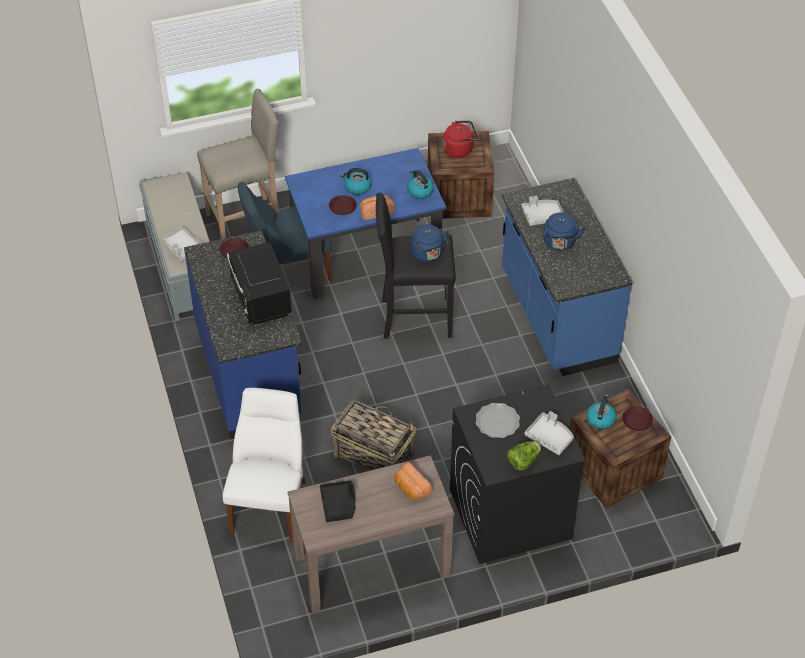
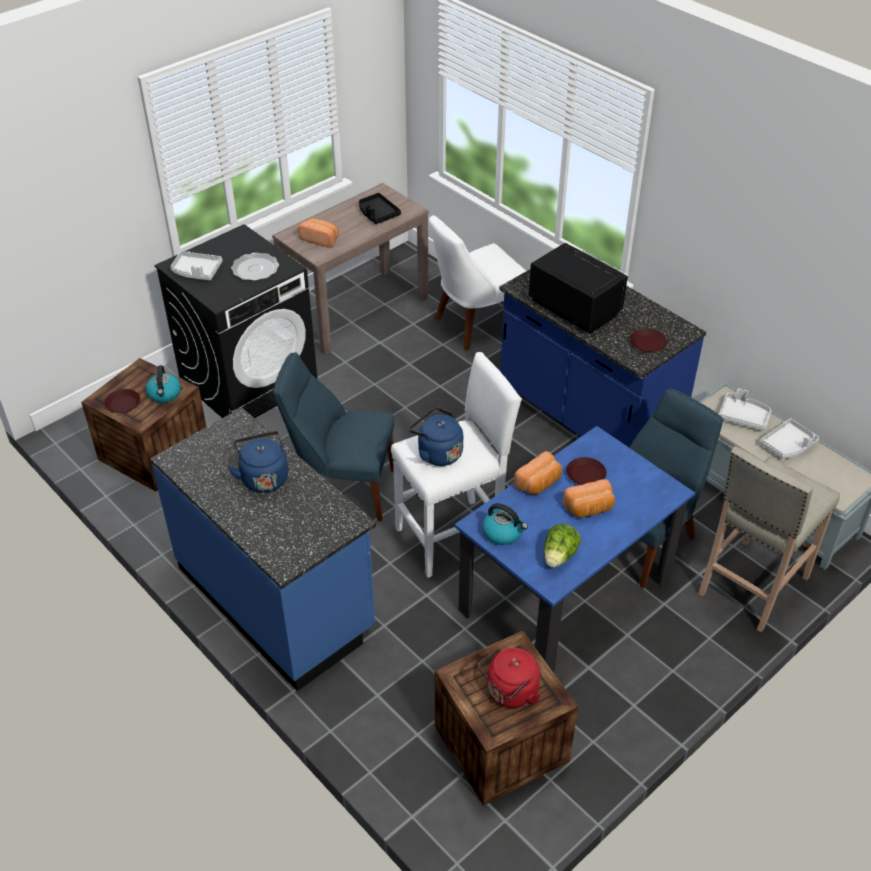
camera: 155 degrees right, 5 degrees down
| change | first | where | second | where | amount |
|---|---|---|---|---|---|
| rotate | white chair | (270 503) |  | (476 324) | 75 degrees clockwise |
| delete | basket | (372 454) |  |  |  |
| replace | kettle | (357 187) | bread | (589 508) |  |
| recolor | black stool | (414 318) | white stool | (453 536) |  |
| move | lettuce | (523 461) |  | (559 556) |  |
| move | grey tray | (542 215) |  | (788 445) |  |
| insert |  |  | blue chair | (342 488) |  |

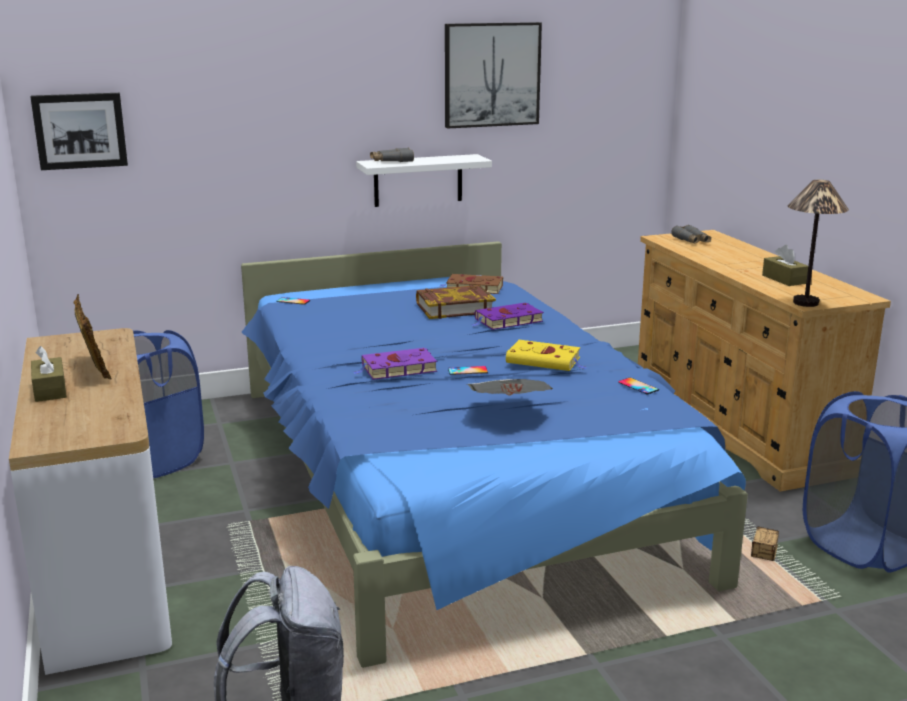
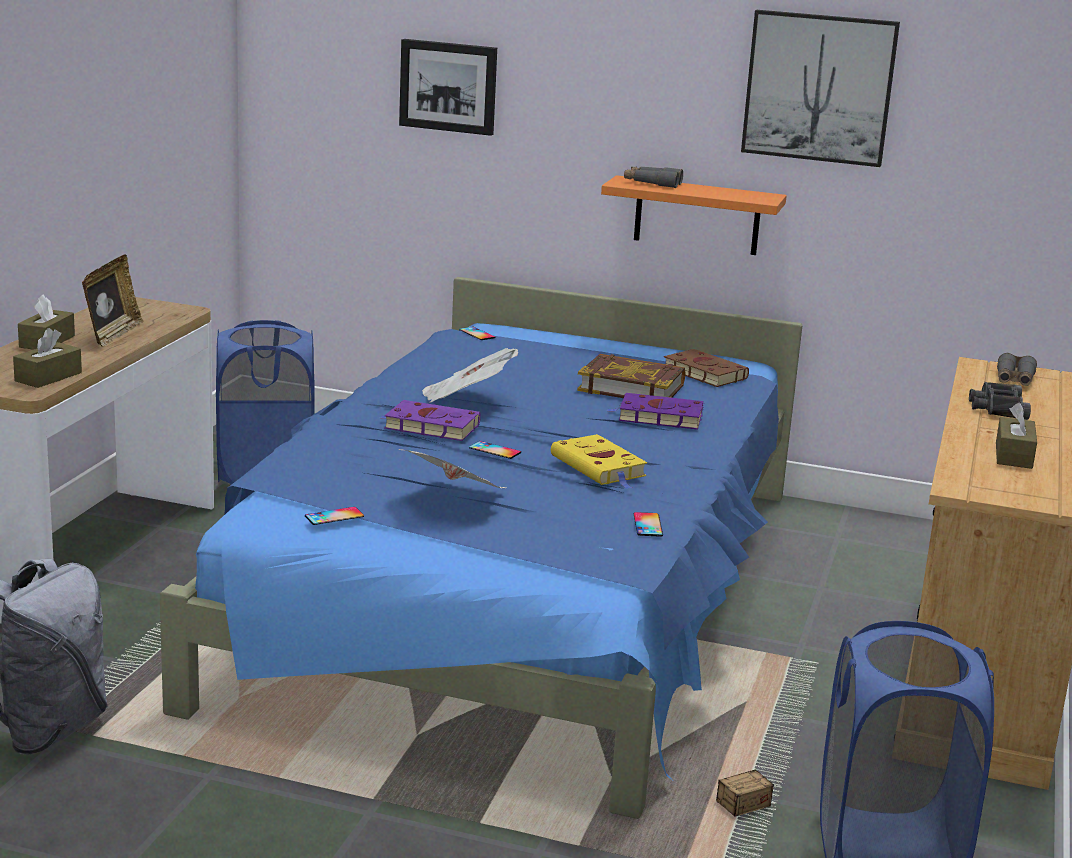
camera: 35 degrees right, 0 degrees up
| change | first | where | second | where | amount |
|---|---|---|---|---|---|
| move | picture | (80 130) |  | (448 86) |  |
| recolor | white shelf | (418 180) | orange shelf | (697 216) |  |
| delete | table lamp | (806 303) |  |  |  |
| insert |  |  | brown tissue box | (48 377) |  |
| insert |  |  | phone | (334 516) |  |
| insert |  |  | newspaper | (466 399) |  |
| insert |  |  | black binoculars | (997 408) |  |

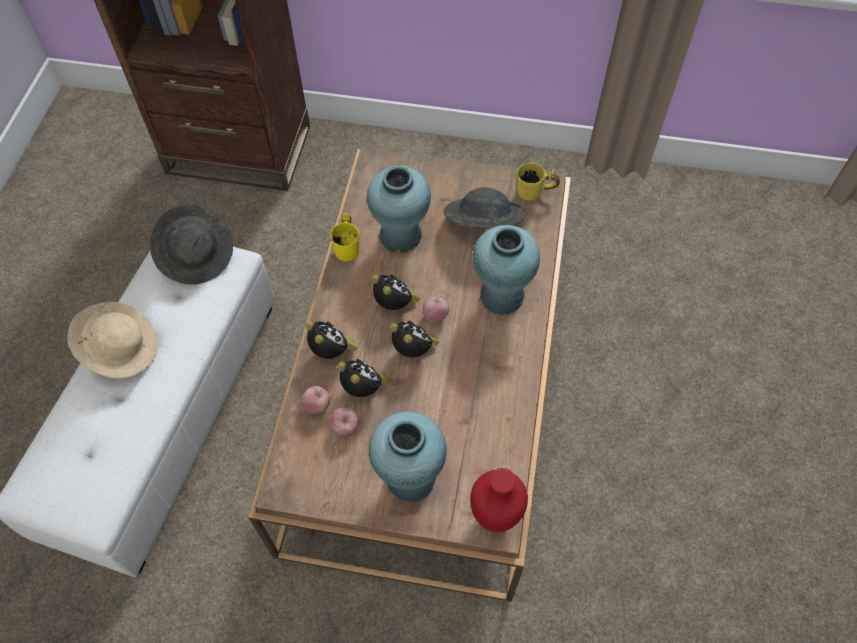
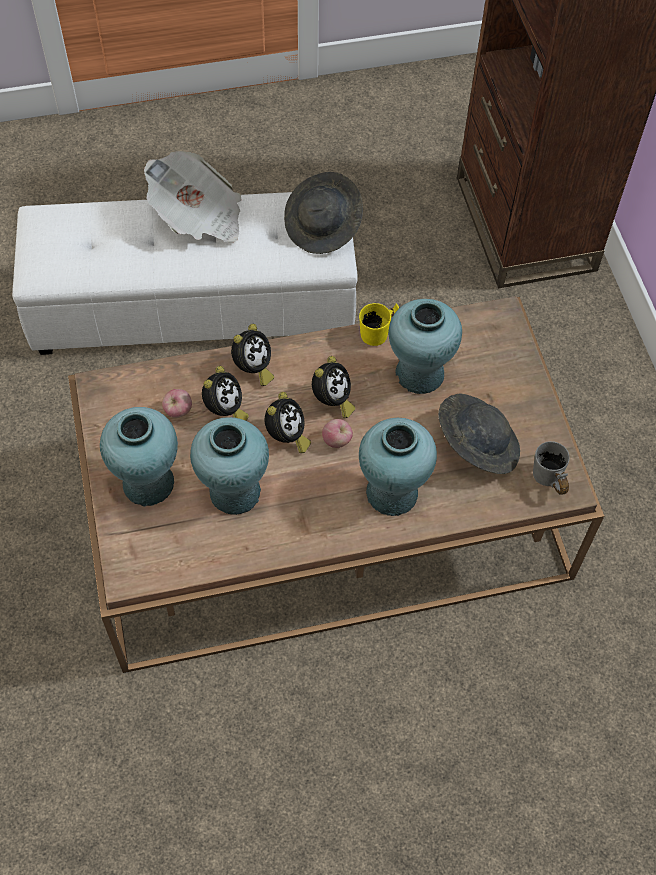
camera: 65 degrees right, 0 degrees up
| change | first | where | second | where | amount |
|---|---|---|---|---|---|
| replace | beige hat | (121 348) | newspaper | (198 217) |  |
| delete | apple | (317 406) |  |  |  |
| delete | red vase | (495 520) |  |  |  |
| recolor | yellow mug | (534 195) | grey mug | (546 482) |  |
| insert |  |  | turquoise vase | (234 492) |  |

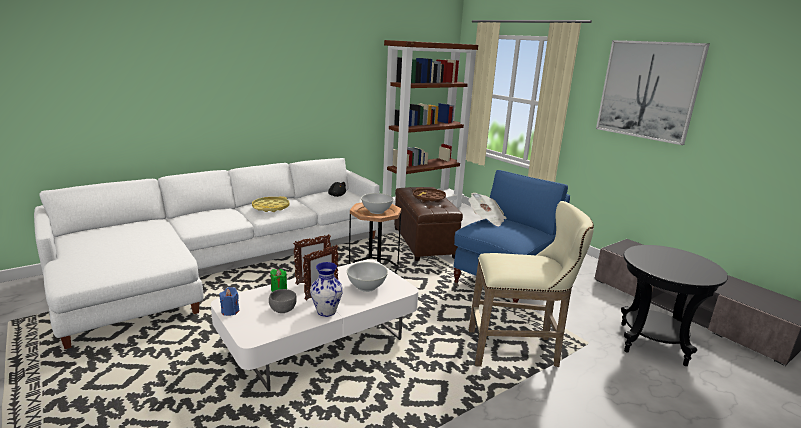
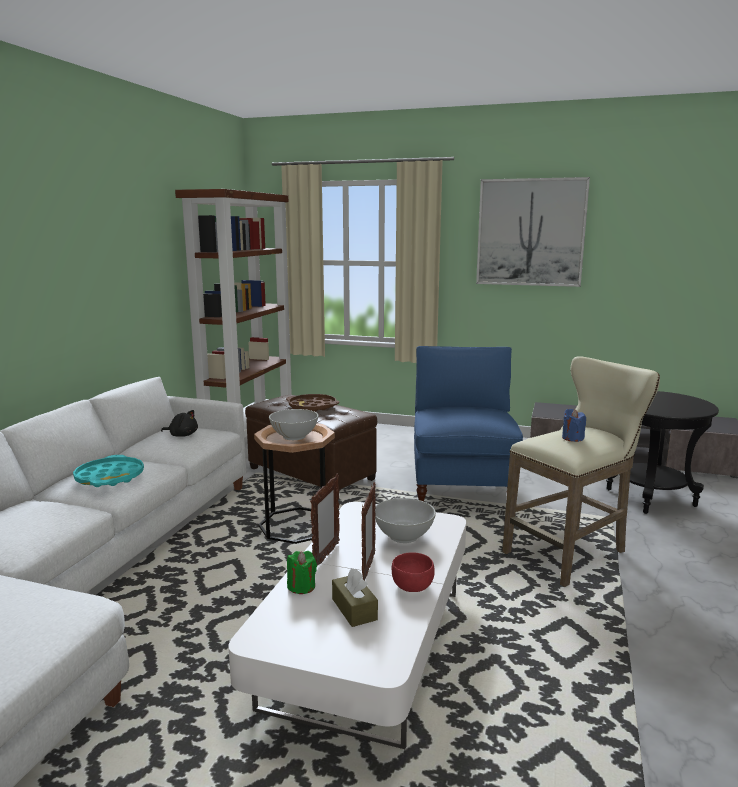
camera: 35 degrees left, 5 degrees down
| change | first | where | second | where | amount |
|---|---|---|---|---|---|
| move | blue candle | (230 311) |  | (572 438) |  |
| recolor | yellow tray | (271 207) | turquoise tray | (110 477) |  |
| replace | grey bowl | (282 309) | brown tissue box | (354 609) |  |
| replace | vase | (326 312) | red bowl | (412 586) |  |
| delete | newspaper | (486 219) |  |  |  |

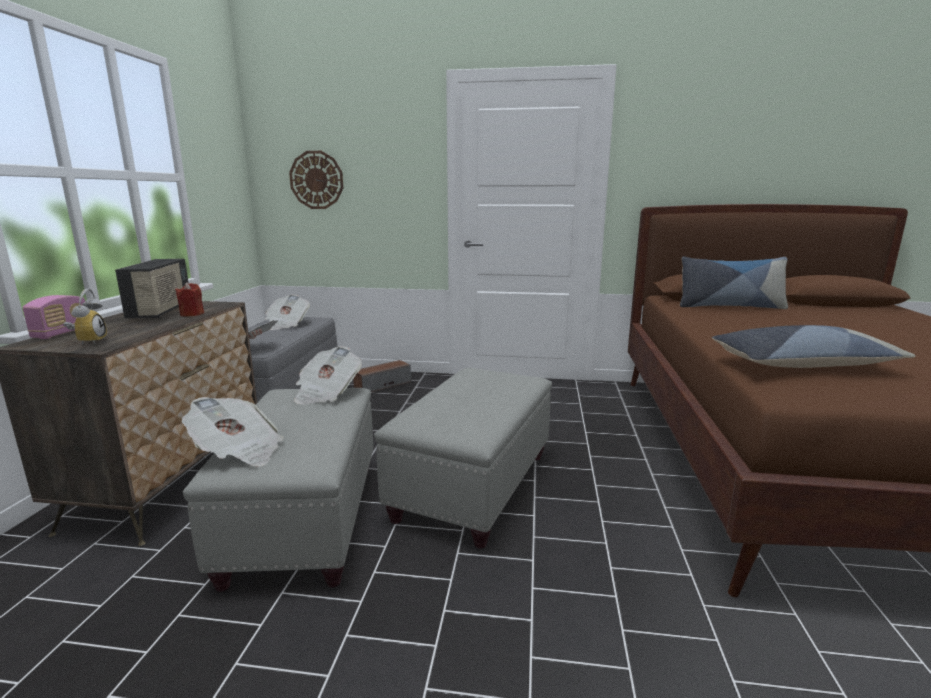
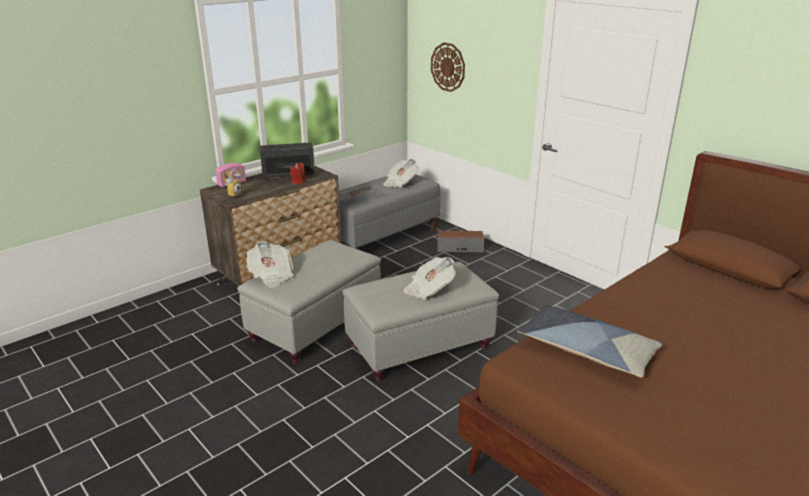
camera: 40 degrees right, 10 degrees up
| change | first | where | second | where | amount |
|---|---|---|---|---|---|
| rotate | radio | (161 311) |  | (289 174) | 135 degrees counterclockwise |
| move | newspaper | (326 393) |  | (429 290) |  |
| delete | pillow | (729 306) |  |  |  |

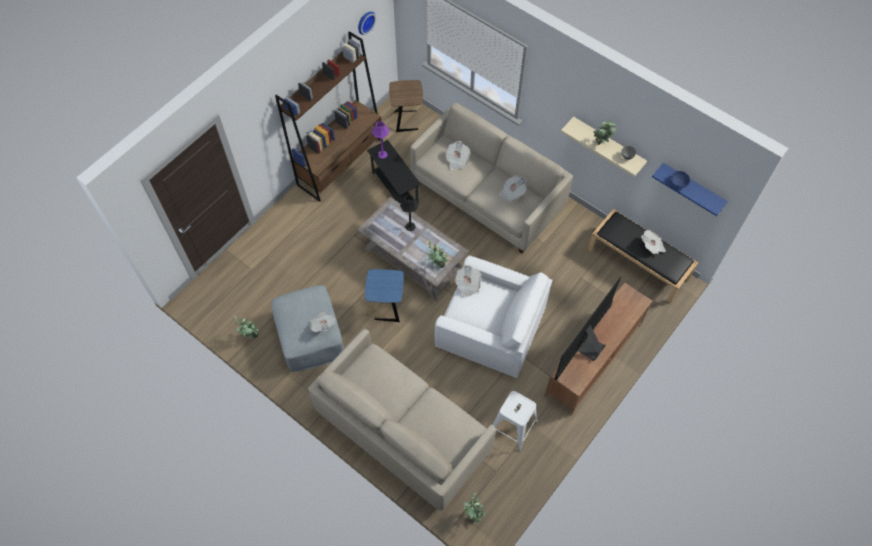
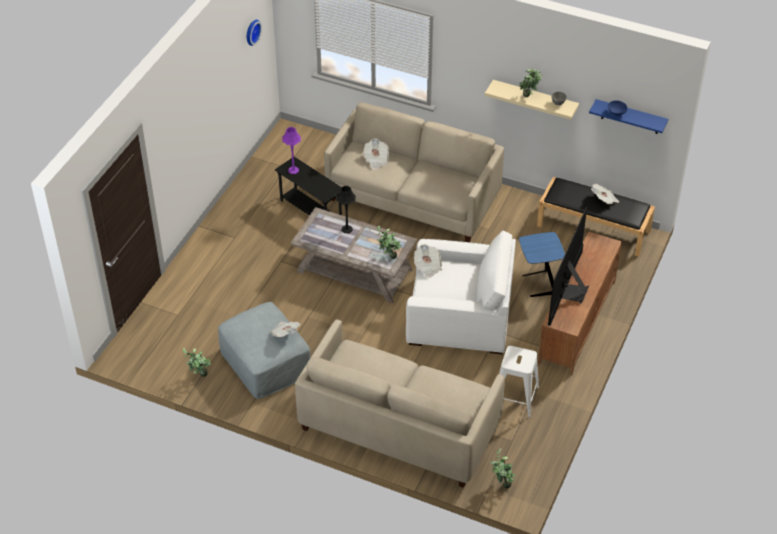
camera: 15 degrees left, 15 degrees down
| change | first | where | second | where | amount |
|---|---|---|---|---|---|
| delete | brown bookcase | (341 162) |  |  |  |
| move | blue side table | (387 308) |  | (538 285) |  |
| delete | brown side table | (407 120) |  |  |  |
| delete | newspaper | (512 193) |  |  |  |

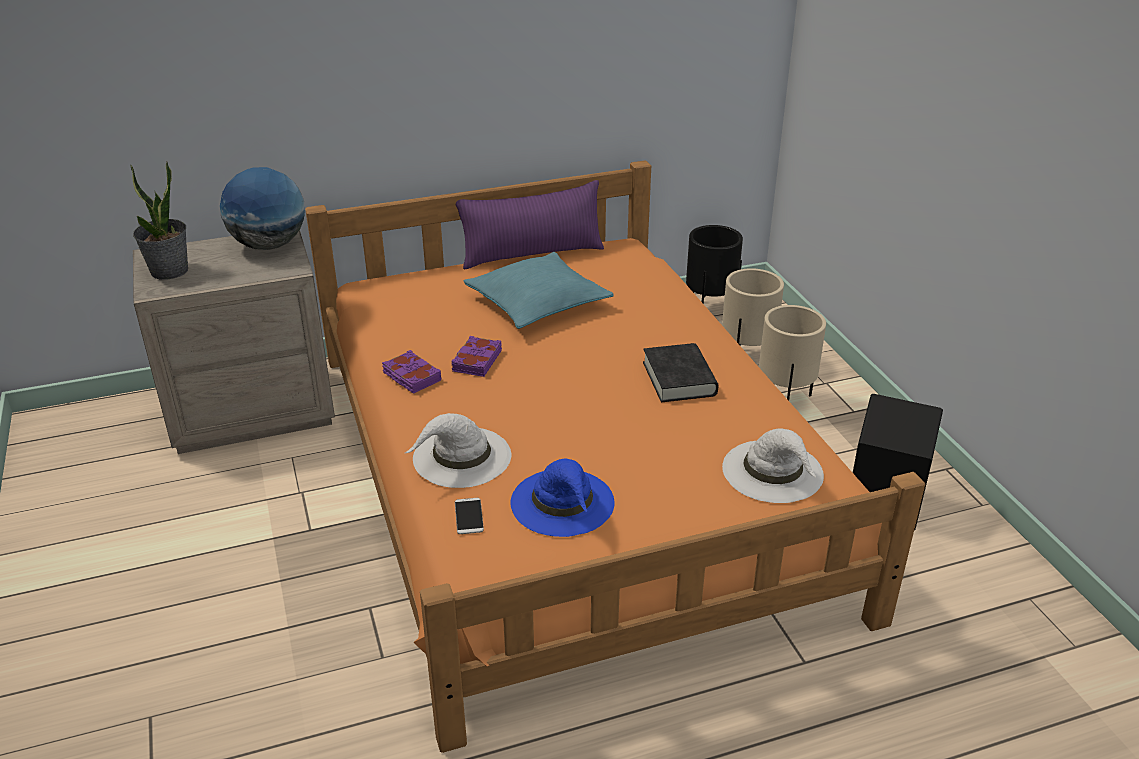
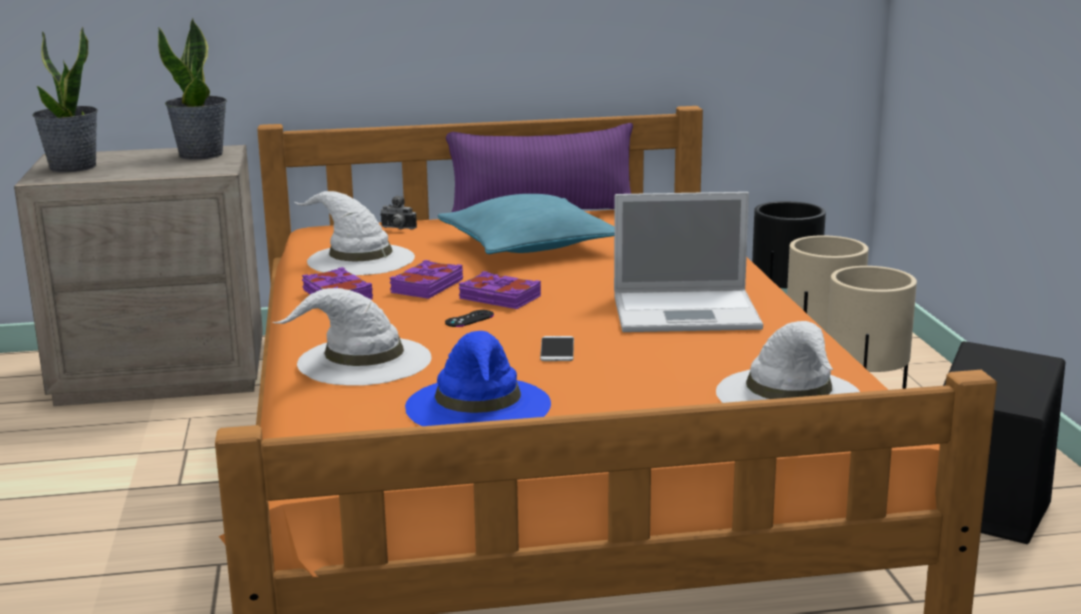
camera: 10 degrees right, 15 degrees down
| change | first | where | second | where | amount |
|---|---|---|---|---|---|
| replace | globe | (269 245) | potted plant | (201 155) |  |
| move | phone | (469 516) |  | (557 350) |  |
| replace | black book | (679 379) | laptop | (688 312) |  |
| insert |  |  | white hat | (359 259) |  |
| insert |  |  | photo camera | (397 229) |  |
| insert |  |  | black game controller | (469 319) |  |
| insert |  |  | purple book | (499 298) |  |

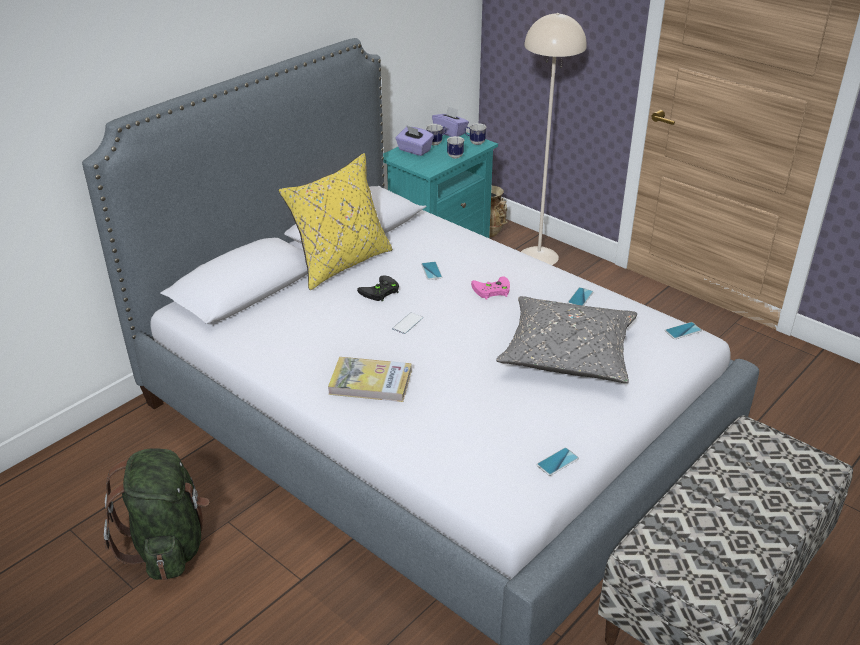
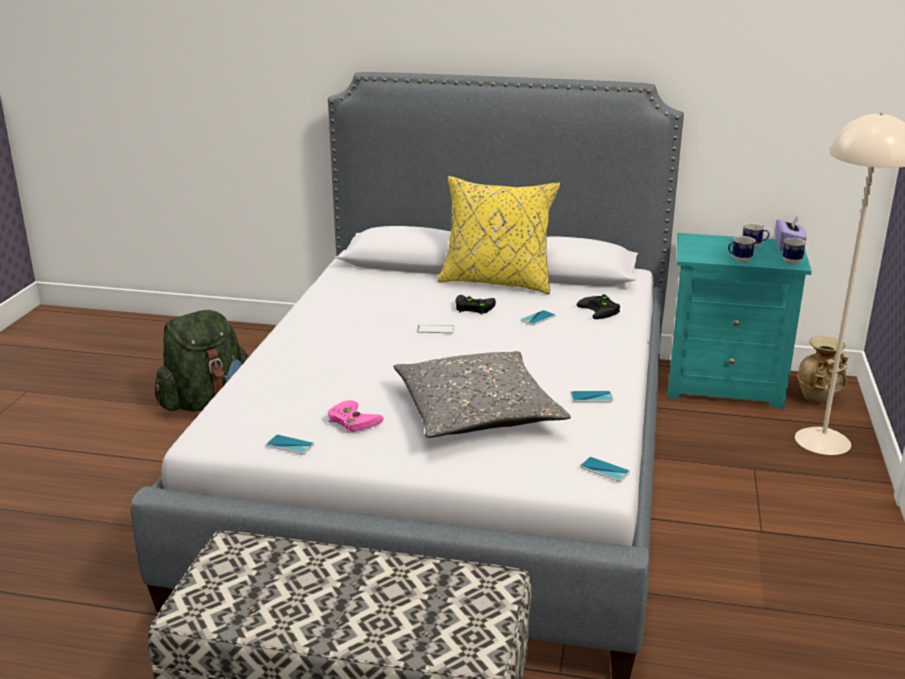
camera: 60 degrees right, 10 degrees down
| change | first | where | second | where | amount |
|---|---|---|---|---|---|
| delete | book | (370 382) |  |  |  |
| delete | purple tissue box | (414 150) |  |  |  |
| move | pink game controller | (491 290) |  | (351 420) |  |
| insert |  |  | black game controller | (601 310) |  |

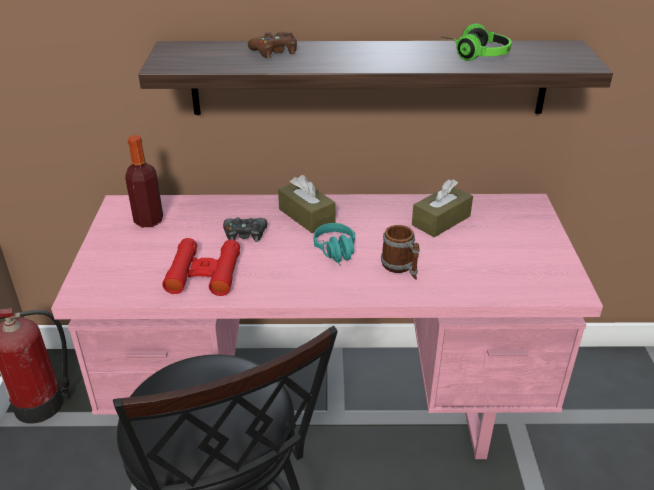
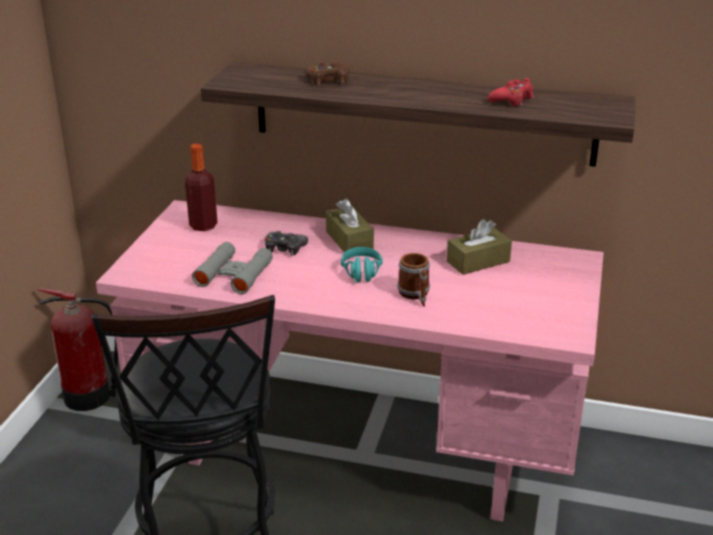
camera: 15 degrees right, 5 degrees down
| change | first | where | second | where | amount |
|---|---|---|---|---|---|
| recolor | red binoculars | (204 273) | grey binoculars | (234 274) |  |
| replace | headphones | (474 54) | red game controller | (512 99) |  |

